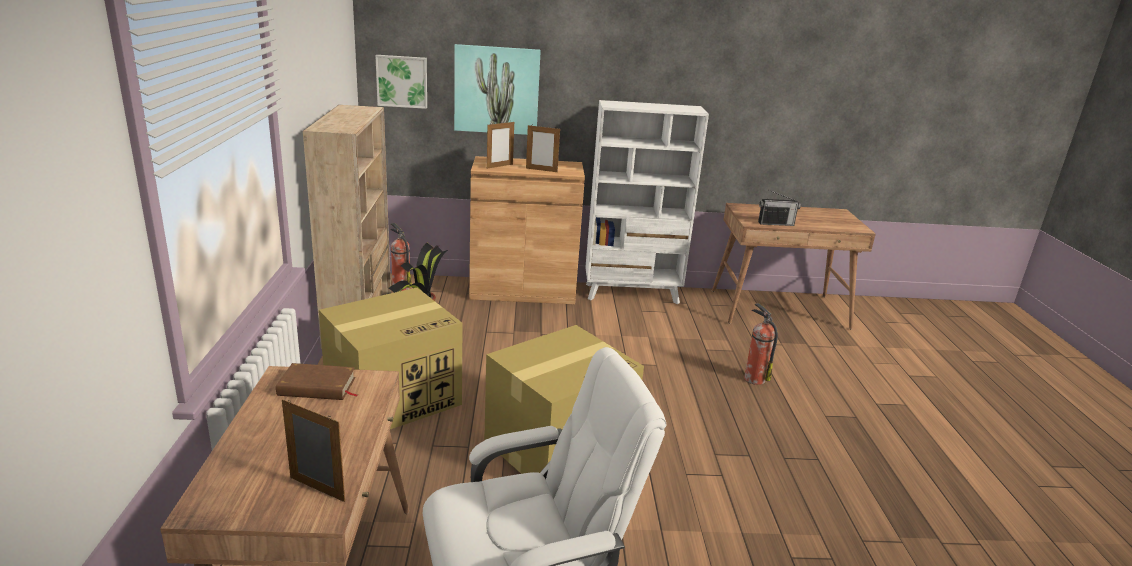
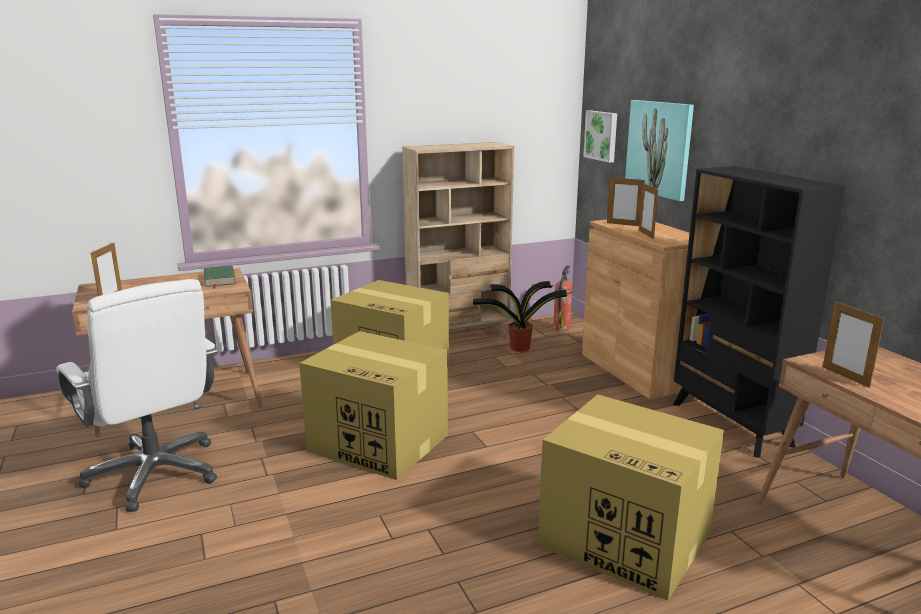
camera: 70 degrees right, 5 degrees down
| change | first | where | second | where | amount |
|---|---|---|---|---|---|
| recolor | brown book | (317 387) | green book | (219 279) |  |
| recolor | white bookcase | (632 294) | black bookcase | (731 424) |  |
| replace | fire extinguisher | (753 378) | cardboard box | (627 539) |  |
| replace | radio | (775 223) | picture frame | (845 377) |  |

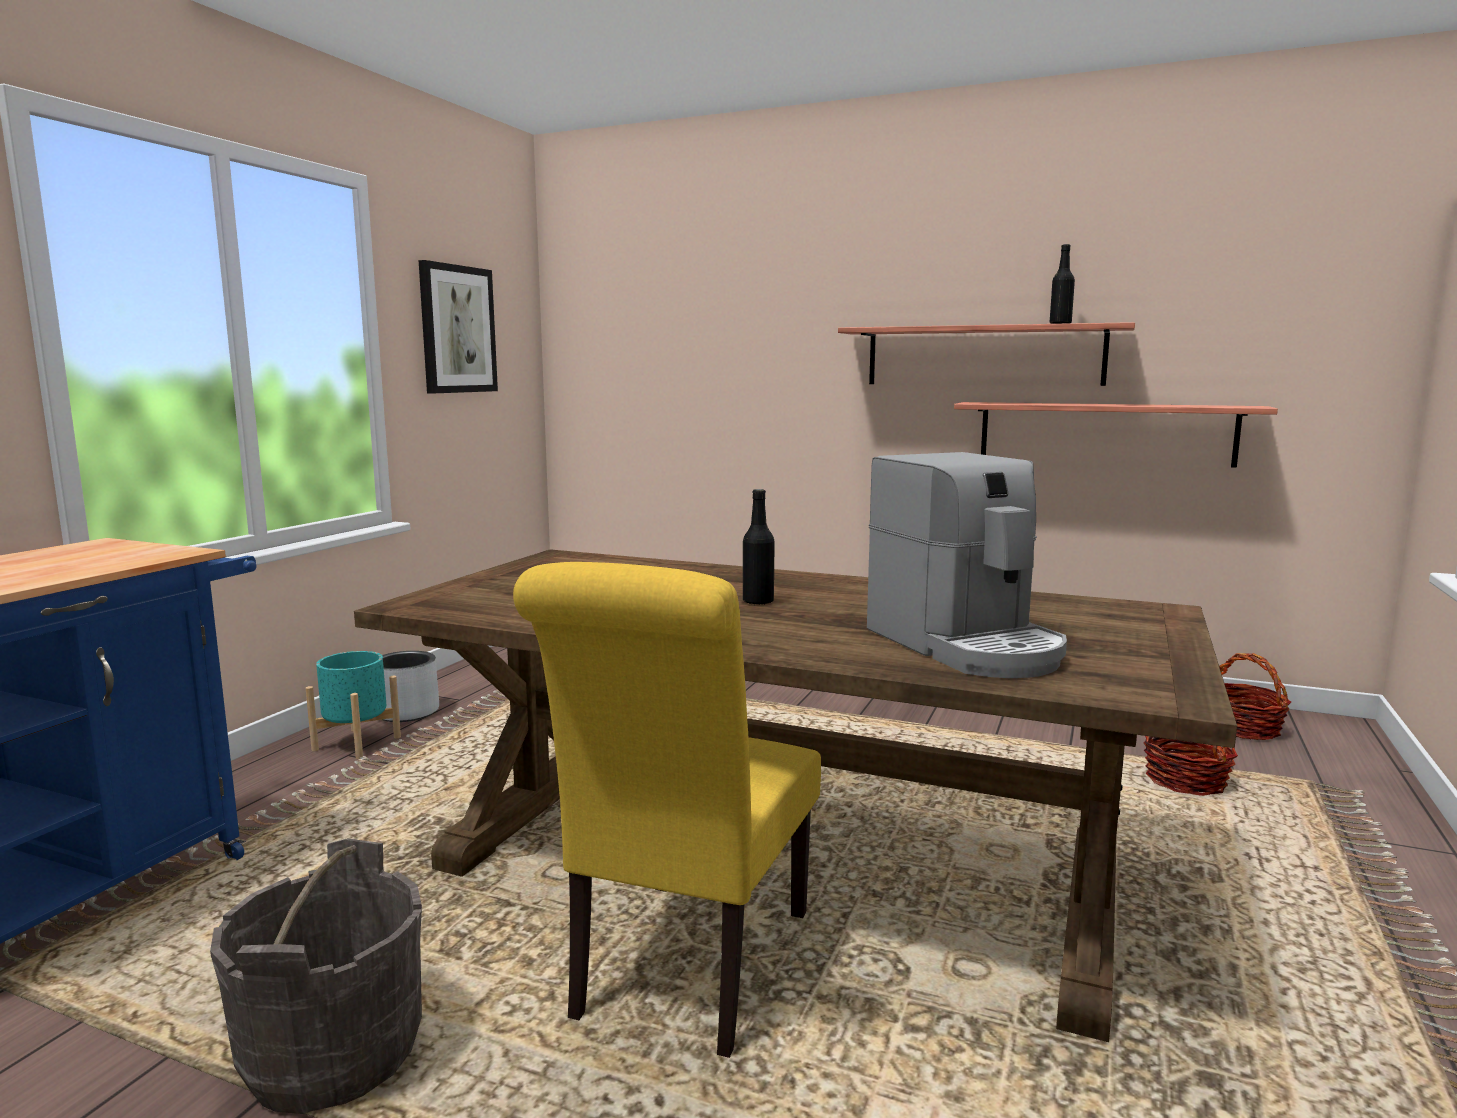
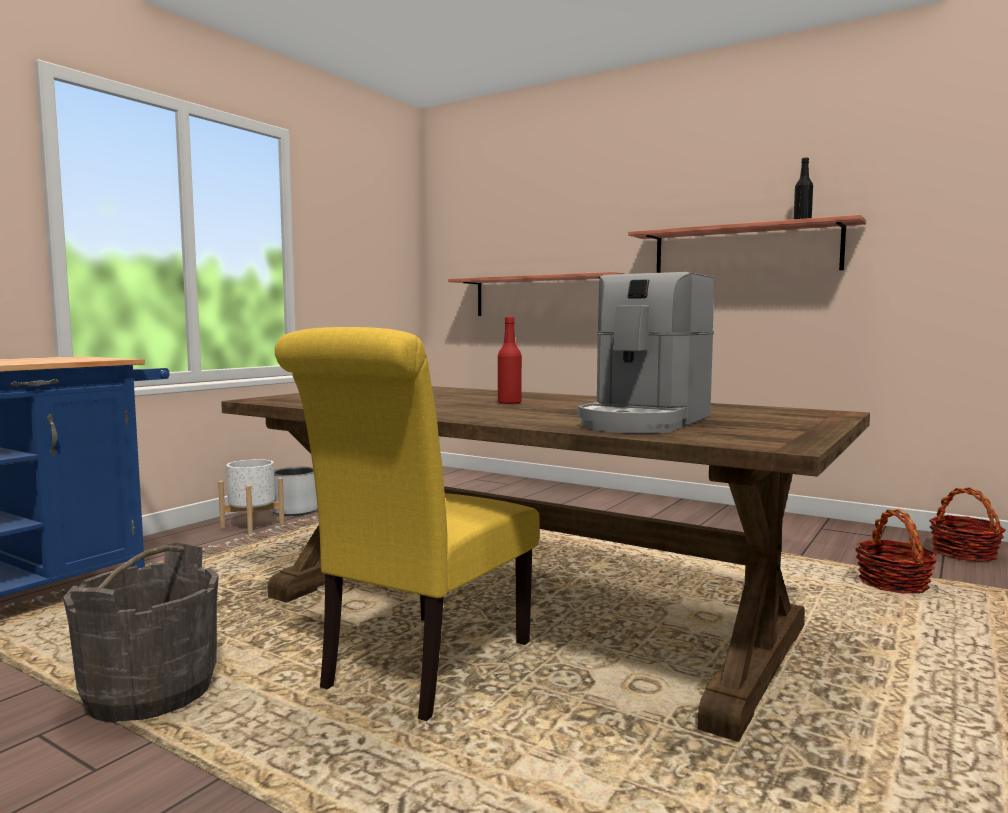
camera: 10 degrees right, 5 degrees down
| change | first | where | second | where | amount |
|---|---|---|---|---|---|
| recolor | turquoise planter | (357 743) | white planter | (253 525) |  |
| delete | picture | (457 329) |  |  |  |
| recolor | black bottle | (758 601) | red bottle | (509 403) |  |
| rotate | coffee machine | (967 646) |  | (644 422) | 45 degrees clockwise |
| move | shelf | (1104 433) |  | (542 296) |  |

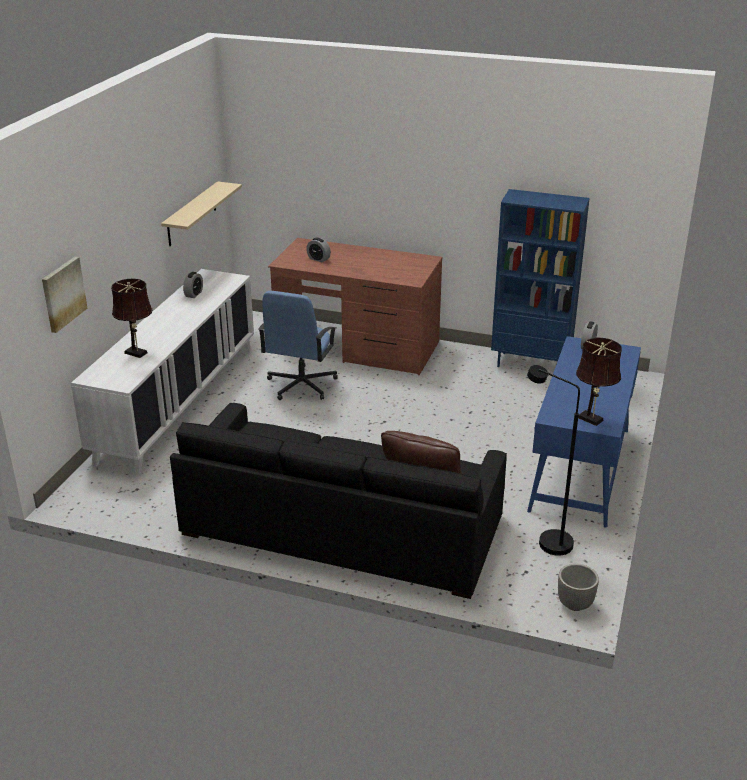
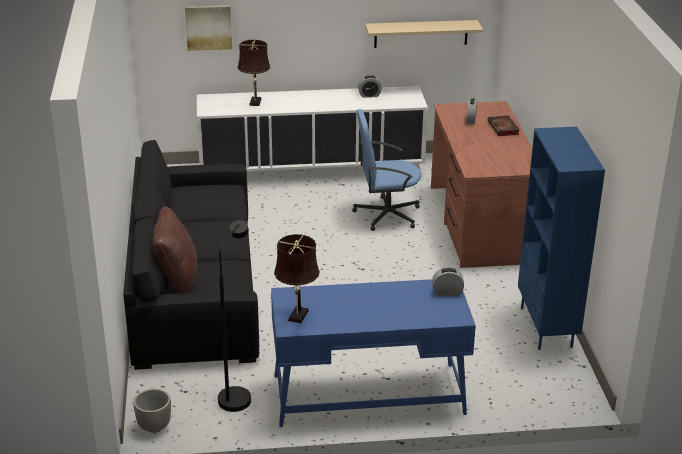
camera: 65 degrees right, 0 degrees up
| change | first | where | second | where | amount |
|---|---|---|---|---|---|
| insert |  |  | book | (504 128) |  |

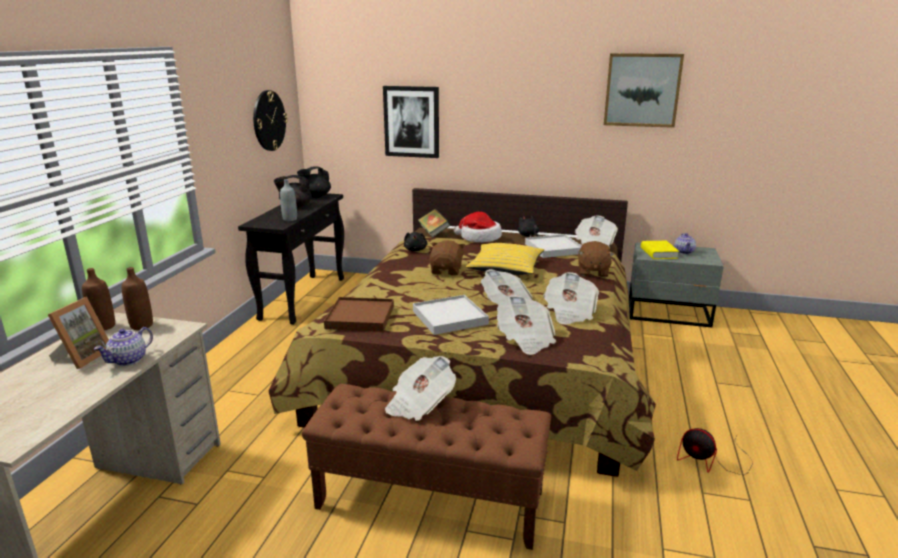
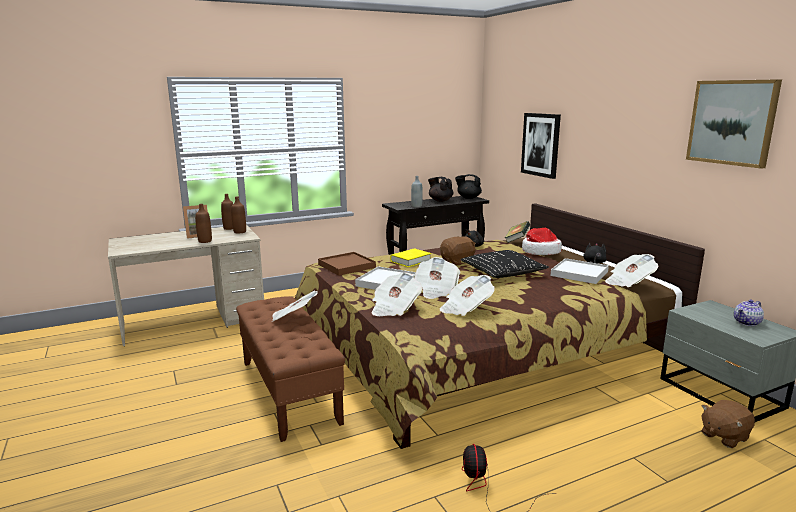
camera: 50 degrees right, 5 degrees down
| change | first | where | second | where | amount |
|---|---|---|---|---|---|
| replace | teapot | (129 360) | brown bottle | (205 241) |  |
| delete | wall clock | (269 120) |  |  |  |
| recolor | yellow pillow | (505 267) | black pillow | (502 272) |  |
| move | brown plush toy | (593 272) |  | (724 436) |  |
| move | yellow book | (658 253) |  | (410 261) |  |

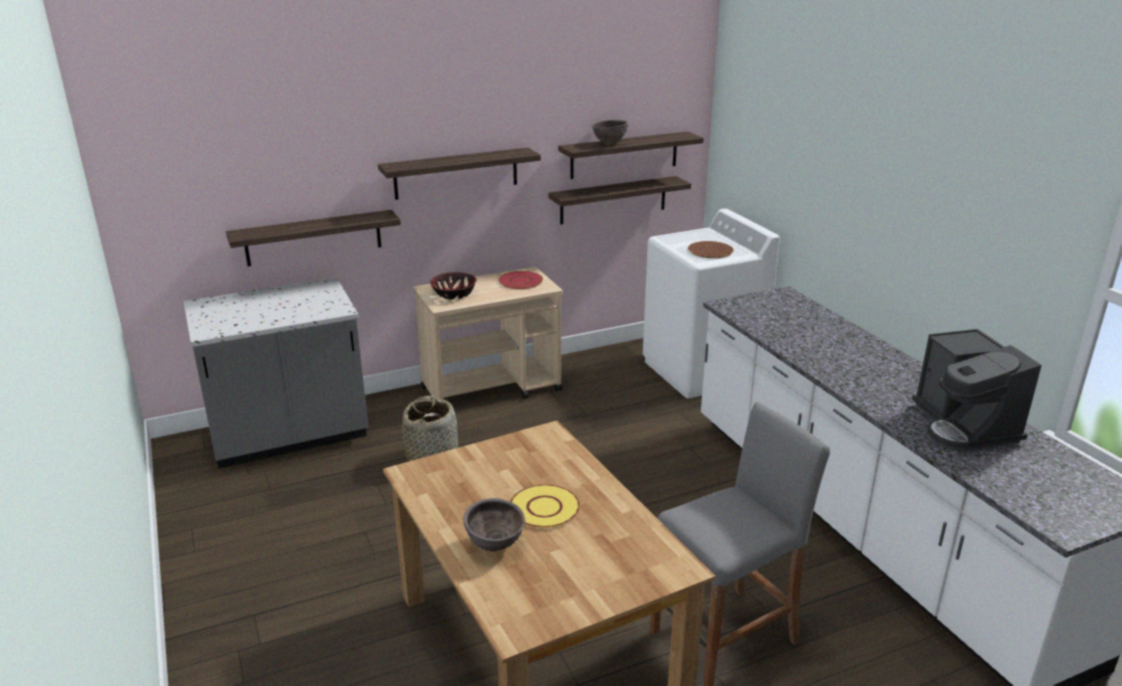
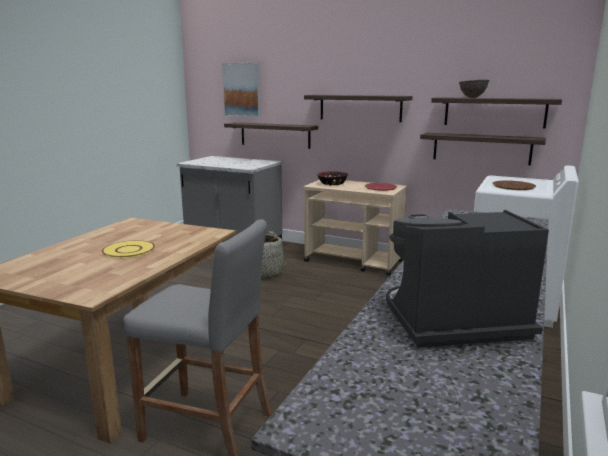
camera: 50 degrees right, 10 degrees down
| change | first | where | second | where | amount |
|---|---|---|---|---|---|
| delete | brown bowl | (495 546) |  |  |  |
| rotate | coffee machine | (963 426) |  | (452 323) | 45 degrees clockwise |
| insert |  |  | picture | (242 89) |  |

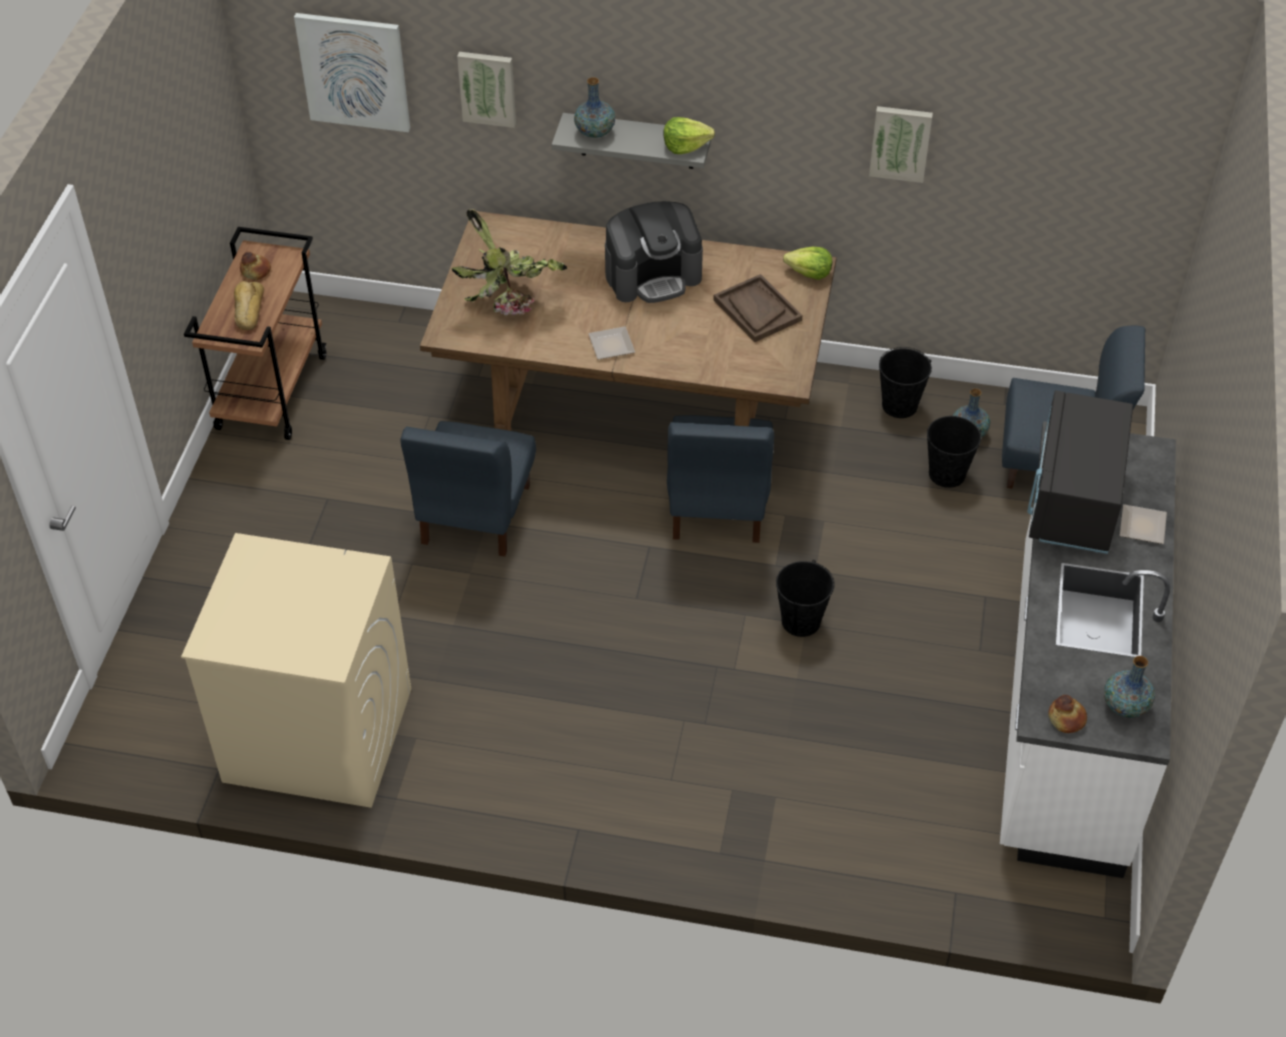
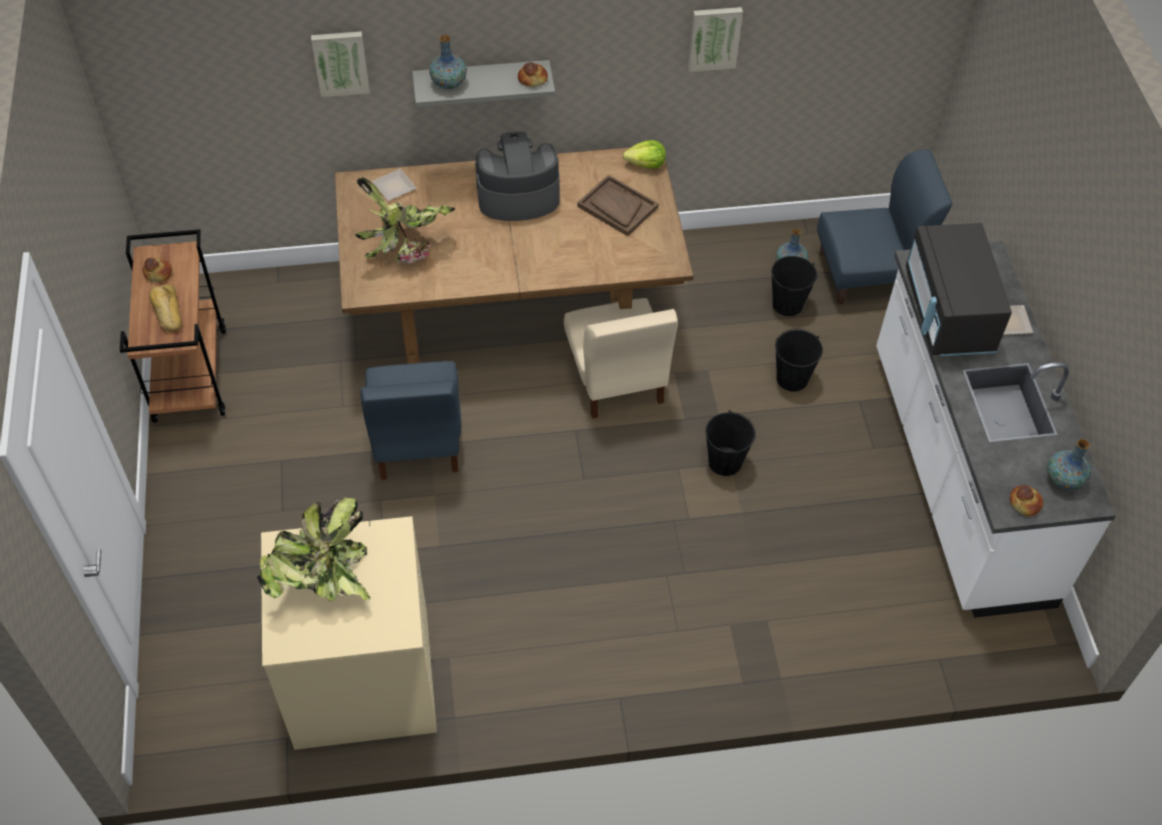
camera: 20 degrees left, 5 degrees up
| change | first | where | second | where | amount |
|---|---|---|---|---|---|
| delete | picture | (354 71) |  |  |  |
| move | plate | (612 344) |  | (395 185) |  |
| rotate | coffee machine | (653 275) |  | (517 196) | 150 degrees counterclockwise |
| replace | lettuce | (685 146) | bread | (532 79) |  |
| recolor | blue chair | (717 505) | beige chair | (616 379) |  |
| move | black bucket | (900 405) |  | (792 378) |  |
| insert |  |  | potted plant | (325 581) |  |

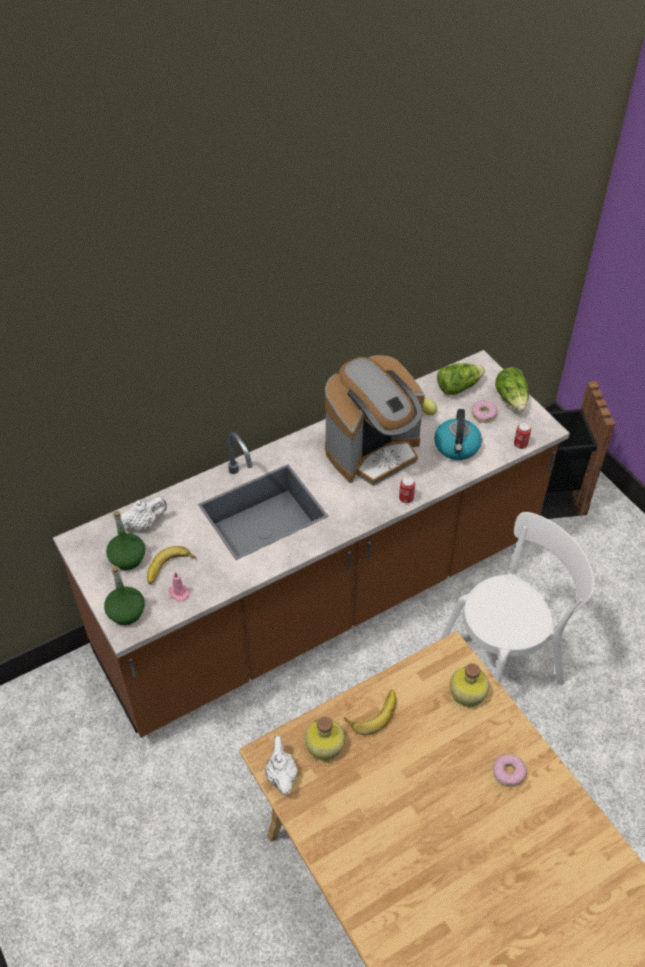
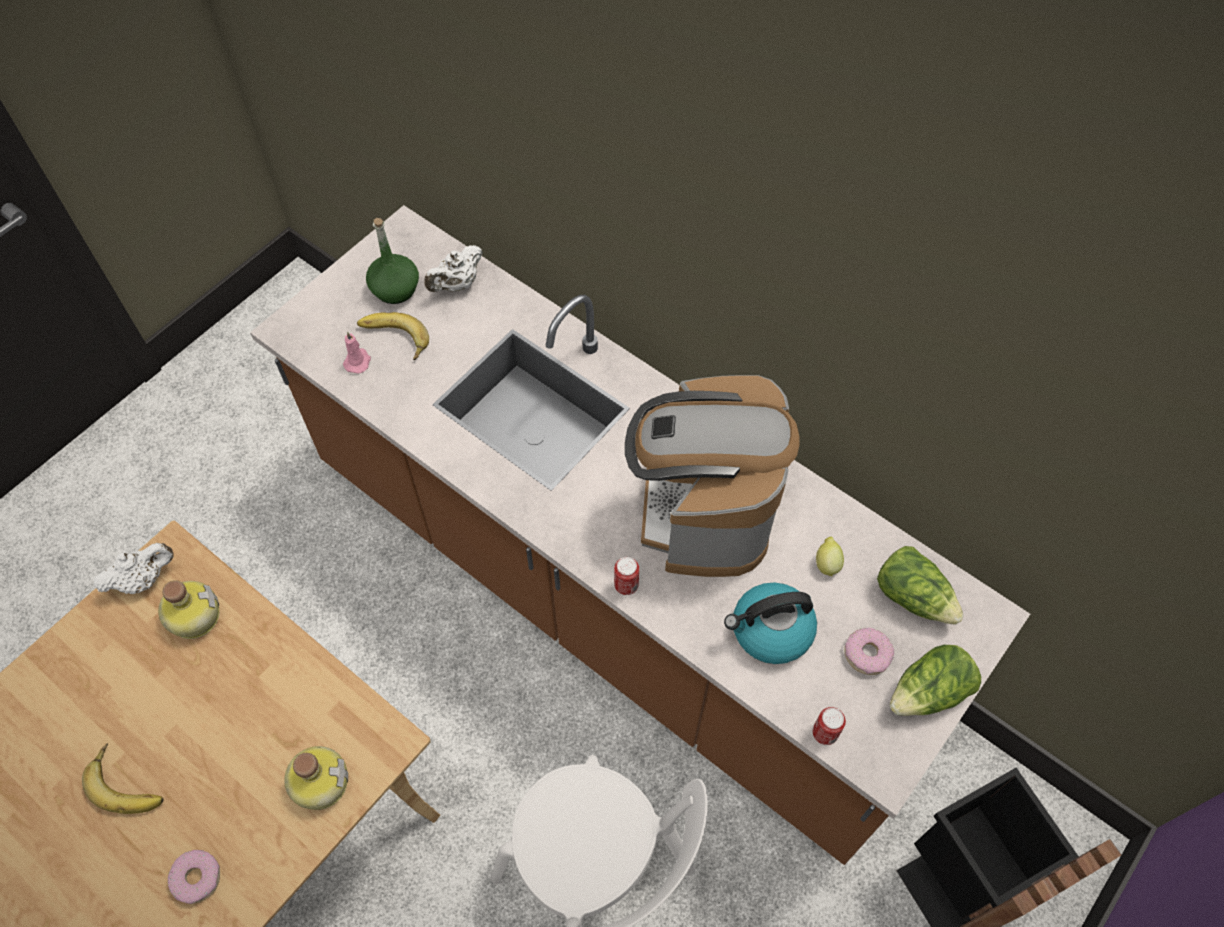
camera: 70 degrees right, 10 degrees up
| change | first | where | second | where | amount |
|---|---|---|---|---|---|
| delete | green bottle | (126 612) |  |  |  |
| rotate | white teapot | (144 523) |  | (457 285) | 90 degrees clockwise |
| rotate | coffee machine | (373 451) |  | (704 511) | 60 degrees clockwise |
| move | banana | (372 712) |  | (128 782) |  |

